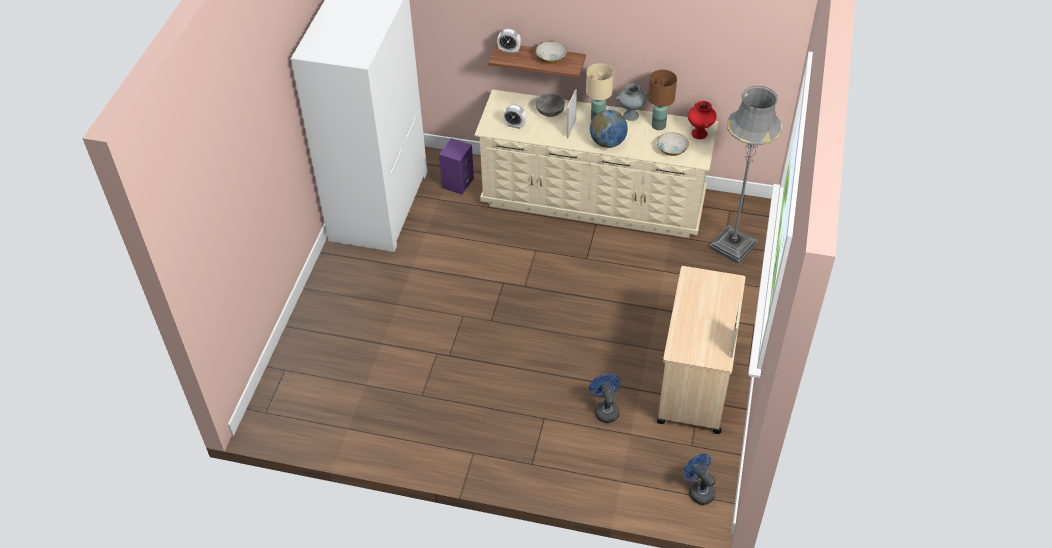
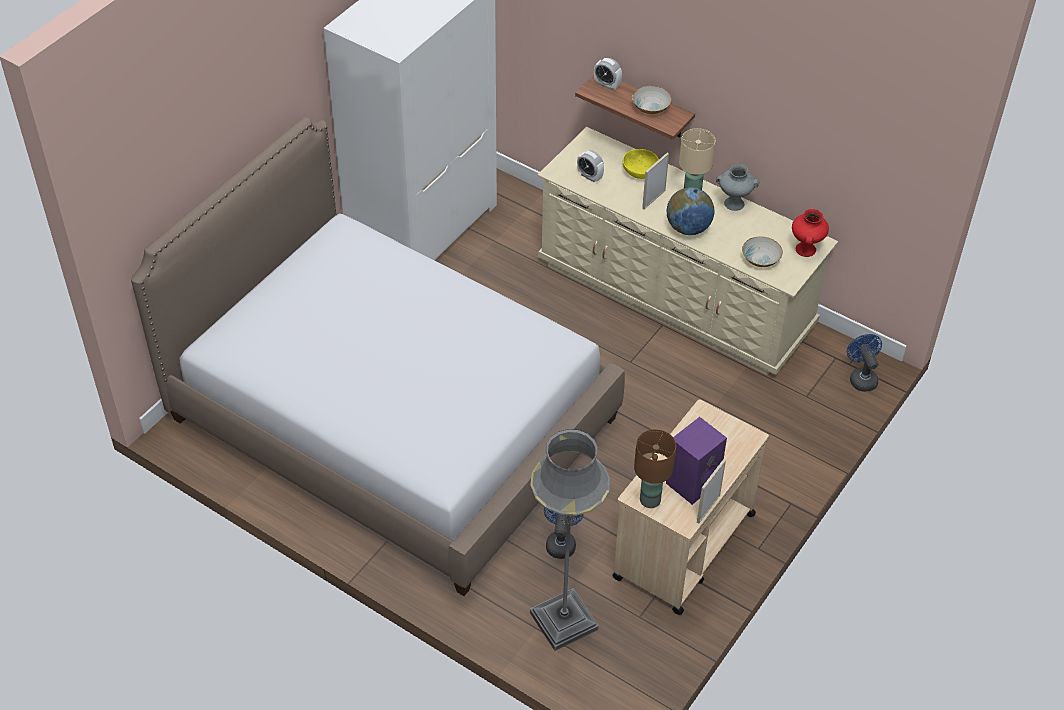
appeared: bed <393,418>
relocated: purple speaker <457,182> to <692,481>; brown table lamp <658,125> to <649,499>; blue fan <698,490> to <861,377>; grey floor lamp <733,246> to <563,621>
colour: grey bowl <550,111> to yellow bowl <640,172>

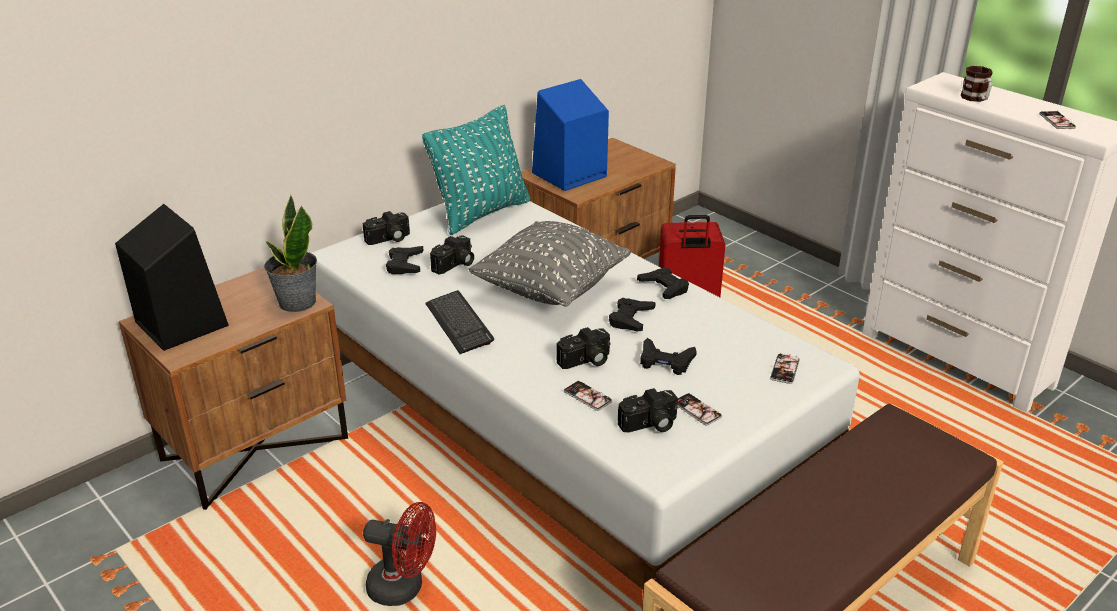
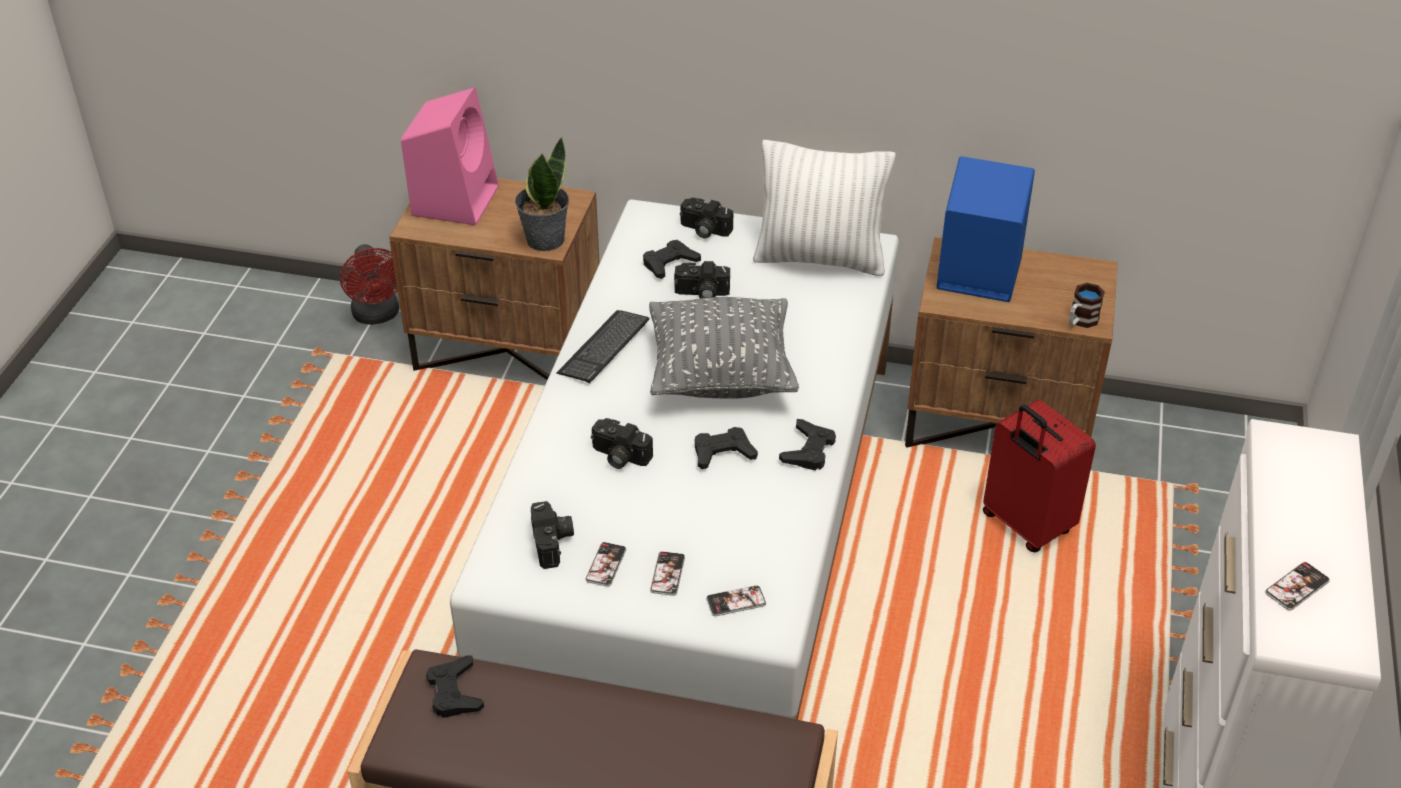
relocated: red fan <404,587> to <377,316>; phone <587,396> to <667,574>; black game controller <665,361> to <454,692>; mug <976,99> to <1080,321>
colour: black speaker <179,323> to pink speaker <455,199>; turquoise pillow <481,213> to white pillow <820,258>
spun: photo camera <650,425> = <554,543> 135 degrees counterclockwise

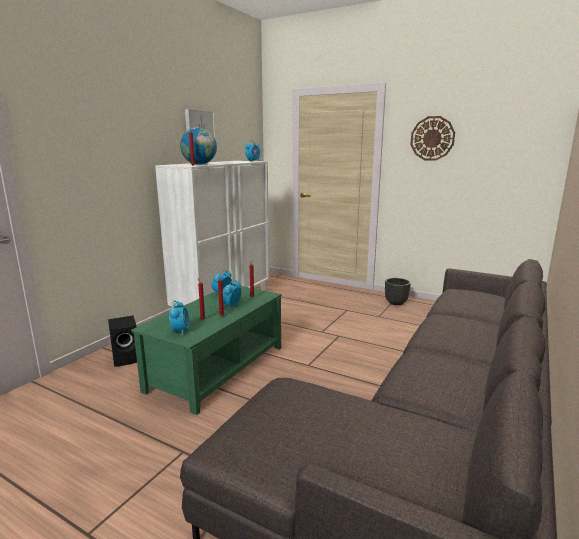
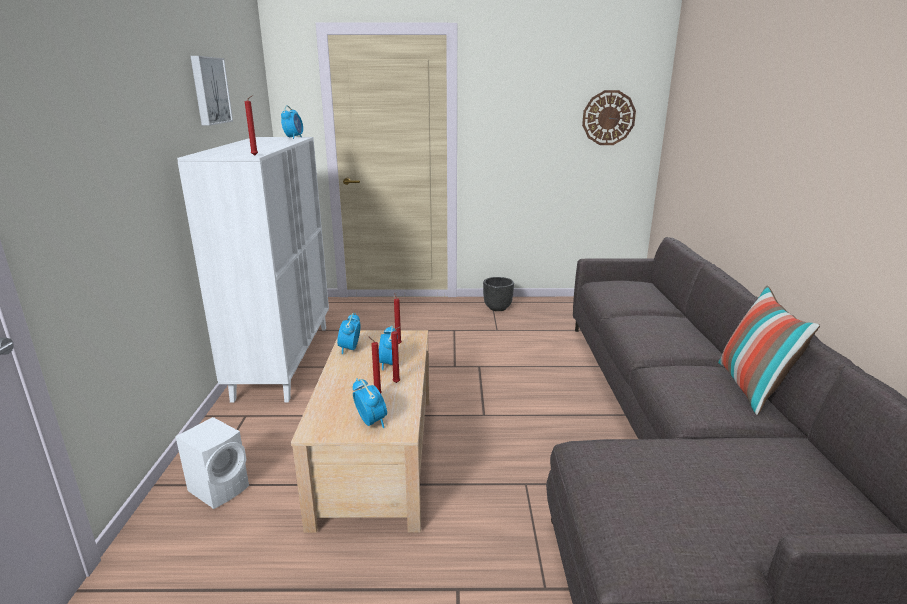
missing: globe <199,164>
appeared: pillow <752,388>
relocated: wall clock <432,138> to <608,118>
colour: black speaker <127,358> to white speaker <221,488>; green coffee table <218,368> to beige coffee table <378,457>

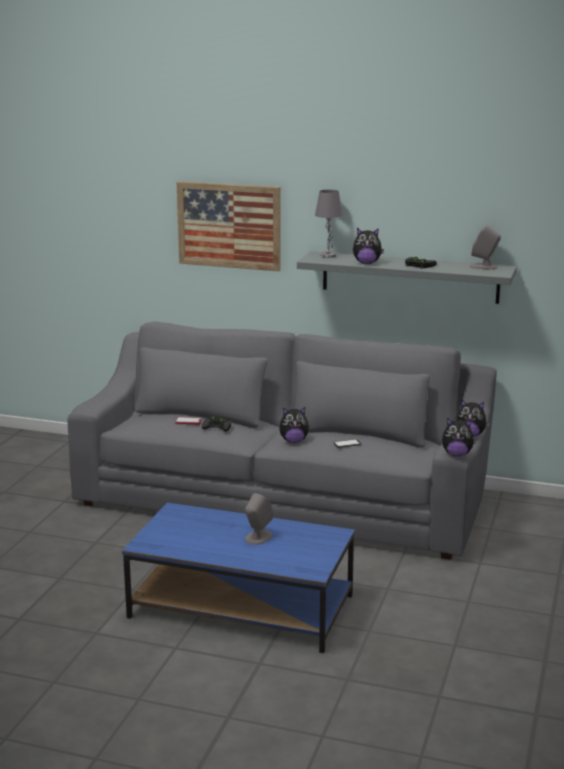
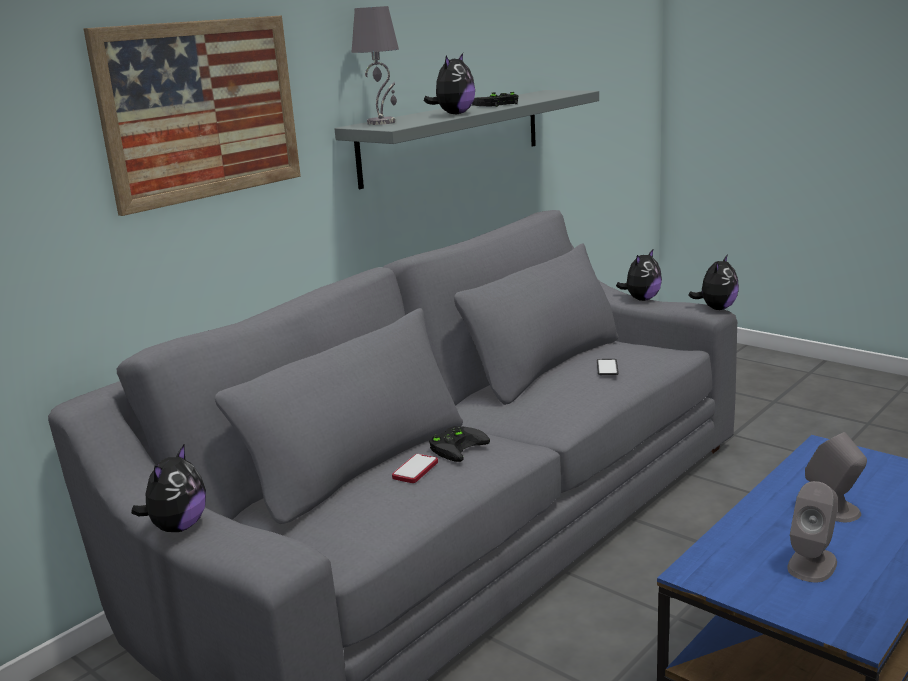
relocated: plush toy <293,441> to <178,527>; grey speaker <484,266> to <812,564>

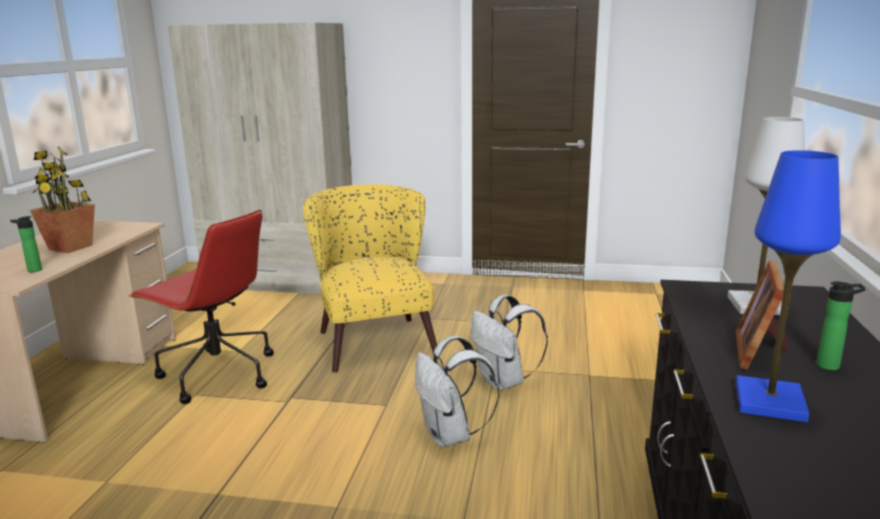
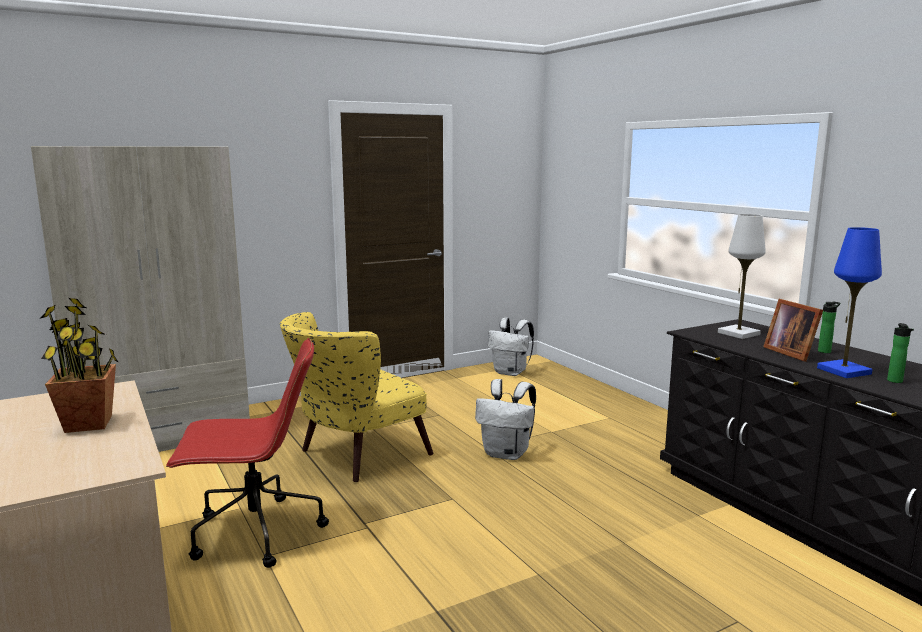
relocated: bottle <32,271> to <896,381>; white backpack <450,436> to <511,372>
spun: yellow armchair <373,338> = <354,456> 75 degrees counterclockwise

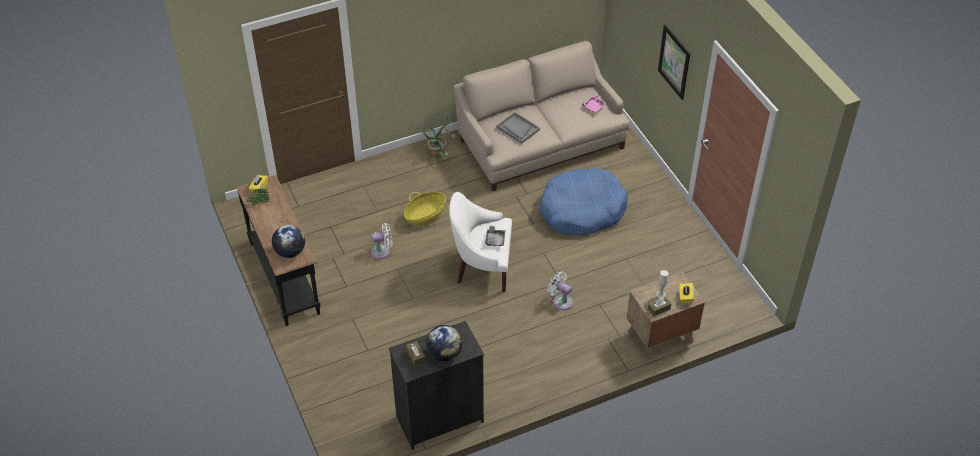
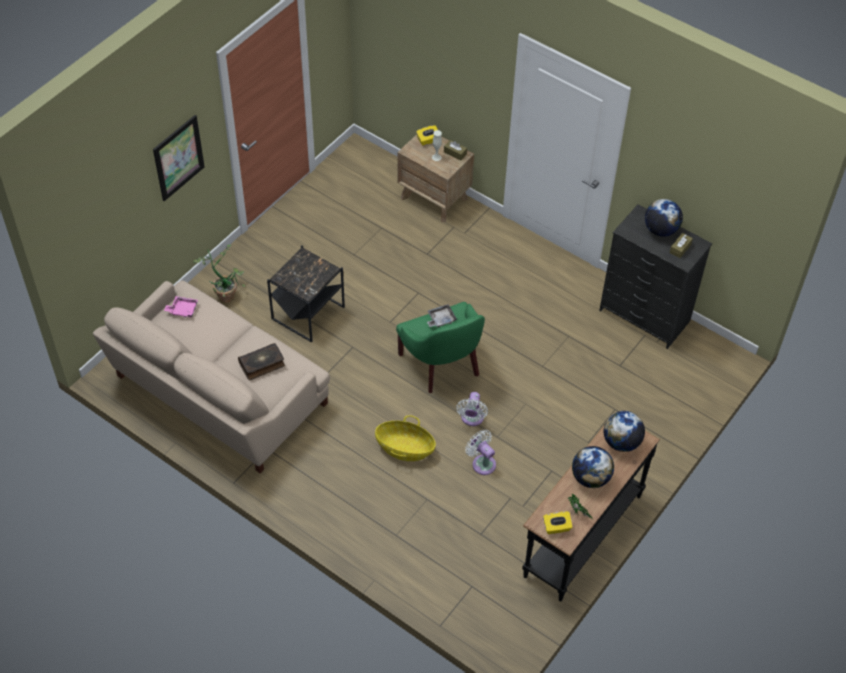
appeared: globe <590,478>
relocated: potted plant <441,154> to <226,293>; white fan <561,301> to <472,419>
exchanged: grey tray <518,128> to book <262,365>; blue dog bed <582,210> to black side table <307,313>
colour: white armchair <482,266> to green armchair <443,364>

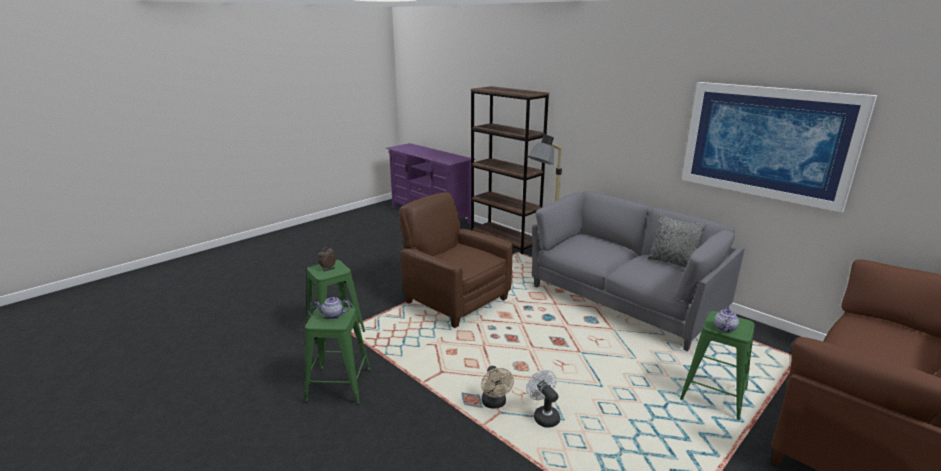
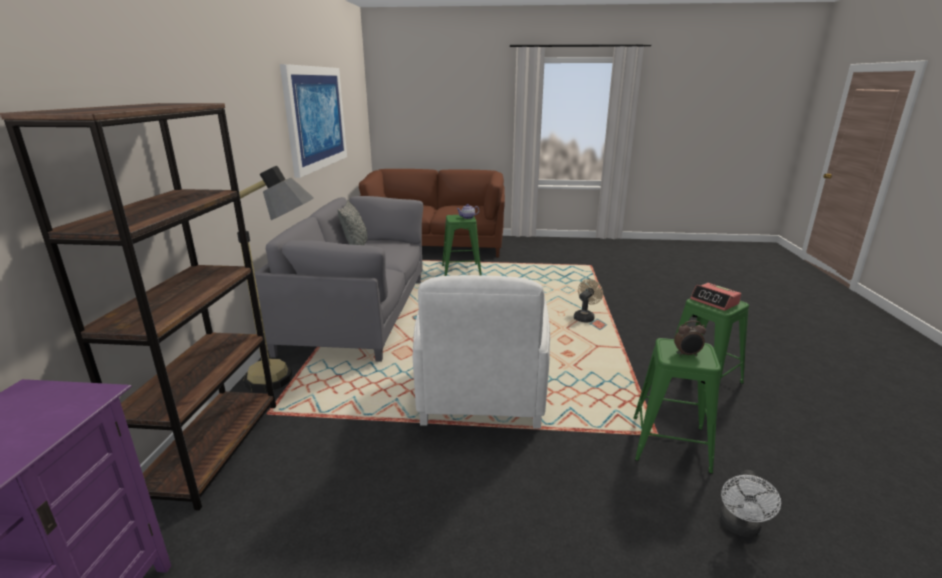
relocated: white fan <544,416> to <740,528>
exchanged: teapot <332,315> to alarm clock <714,302>
colour: brown armchair <455,300> to white armchair <481,396>

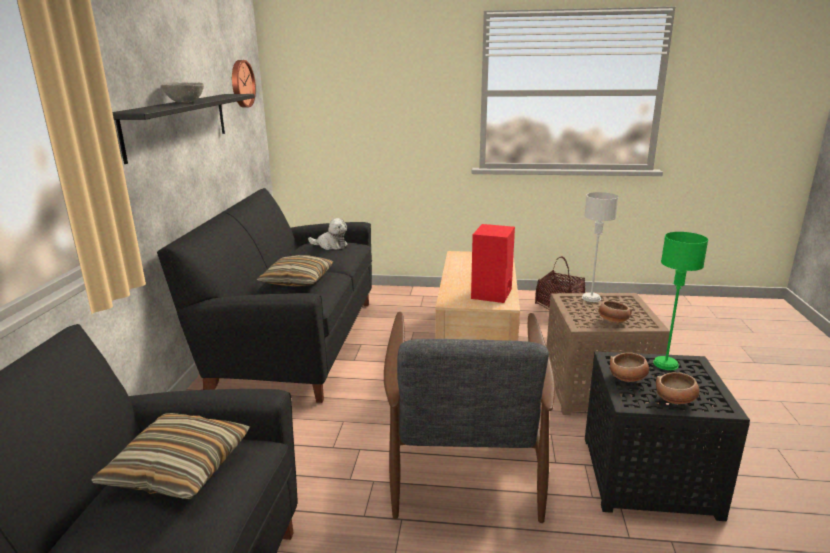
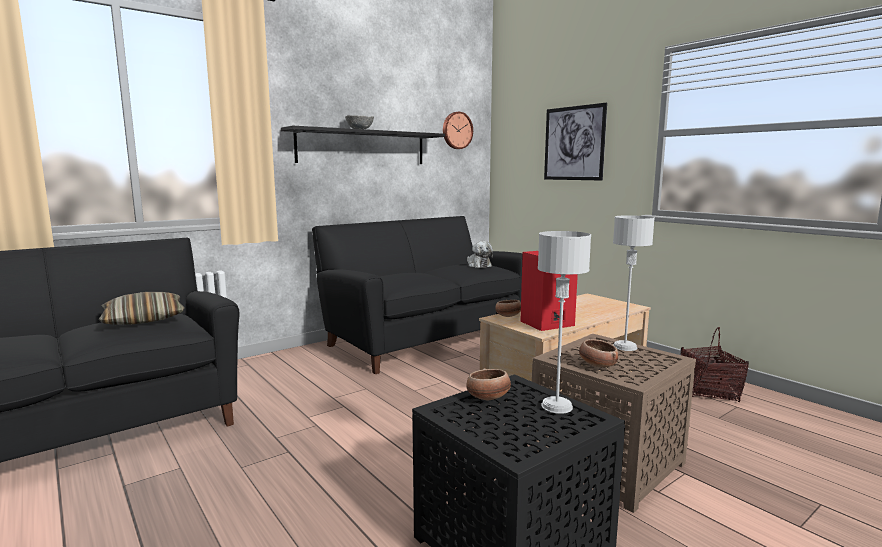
missing: pillow <297,280>; grey armchair <464,462>
appeared: picture <574,143>
relocated: bowl <676,400> to <508,316>
colour: green table lamp <666,364> to grey table lamp <557,406>

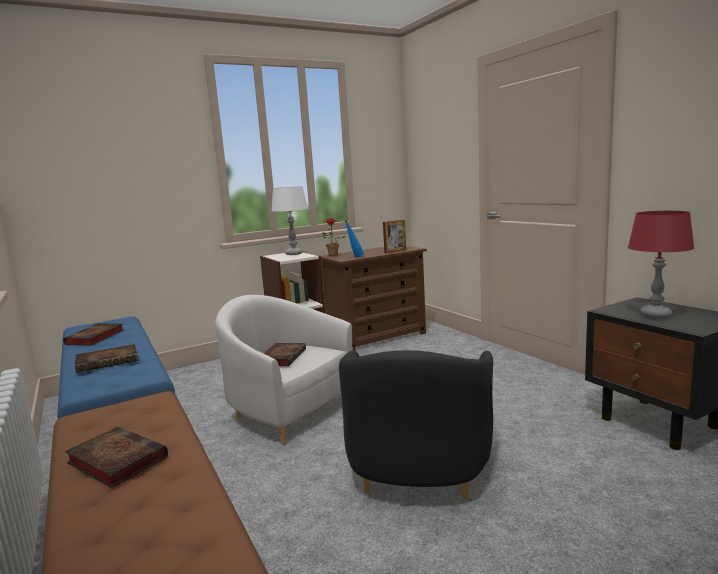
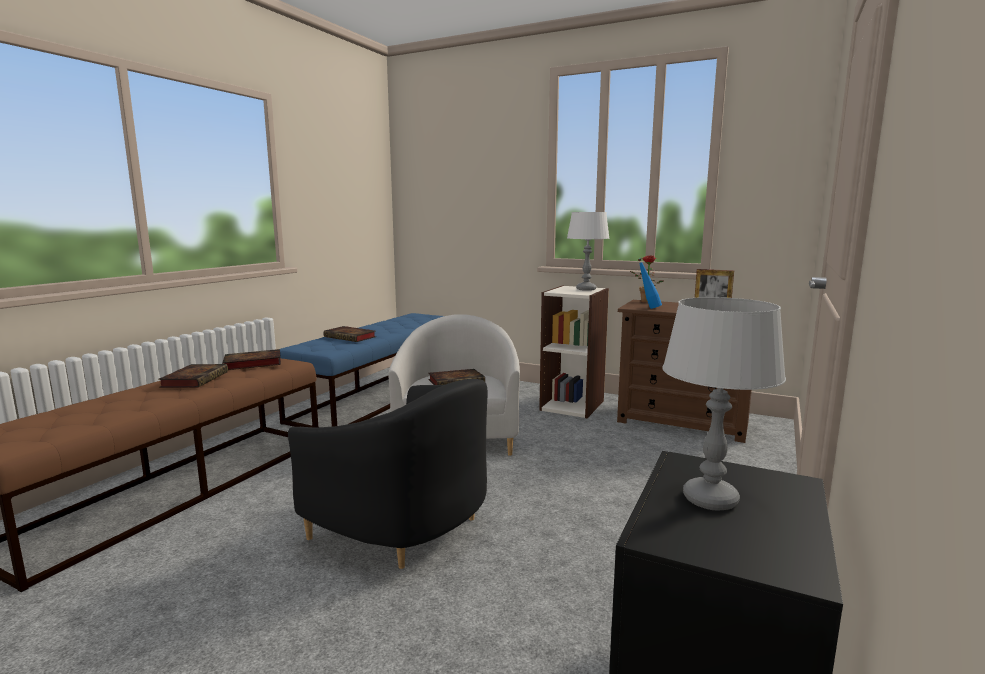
relocated: book <95,338> to <251,364>
colour: red table lamp <655,314> to grey table lamp <709,499>
spun: black armchair <418,468> = <405,525> 120 degrees counterclockwise

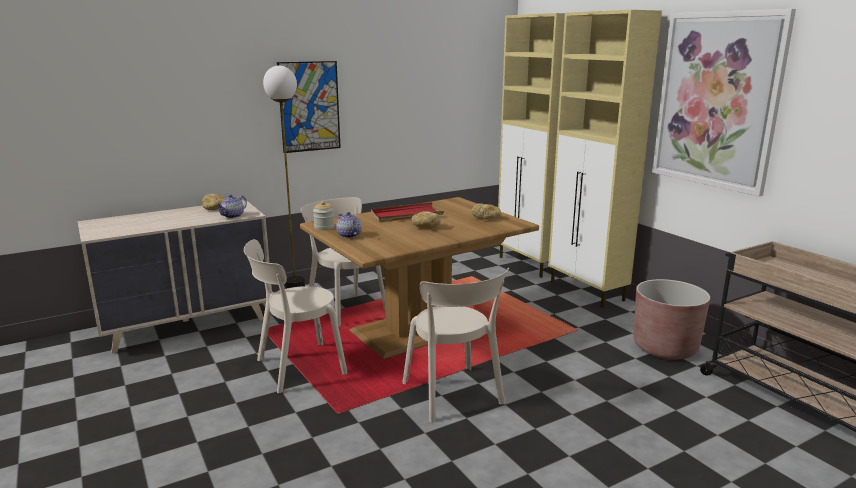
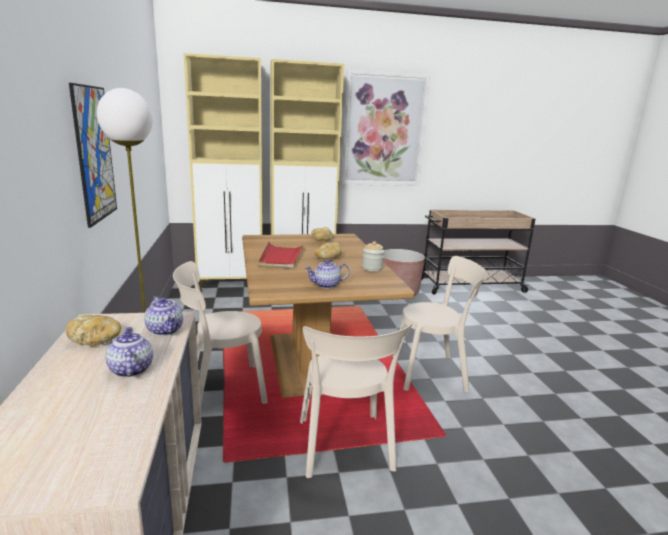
appeared: teapot <130,369>
relocated: jar <324,227> to <372,268>

